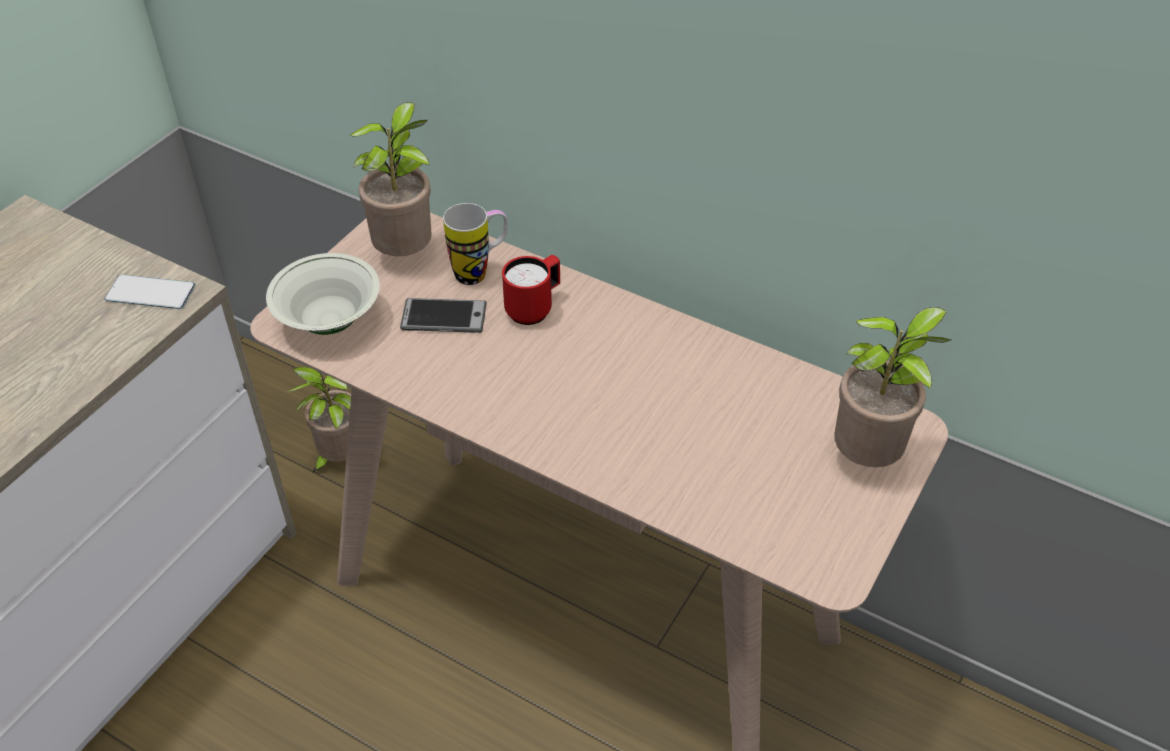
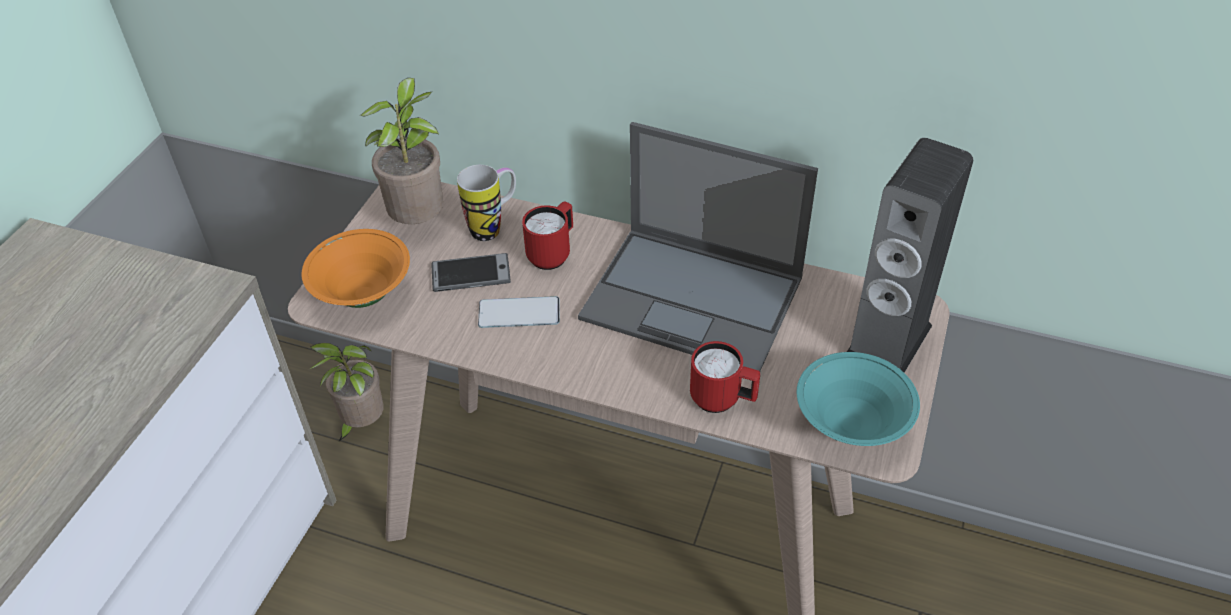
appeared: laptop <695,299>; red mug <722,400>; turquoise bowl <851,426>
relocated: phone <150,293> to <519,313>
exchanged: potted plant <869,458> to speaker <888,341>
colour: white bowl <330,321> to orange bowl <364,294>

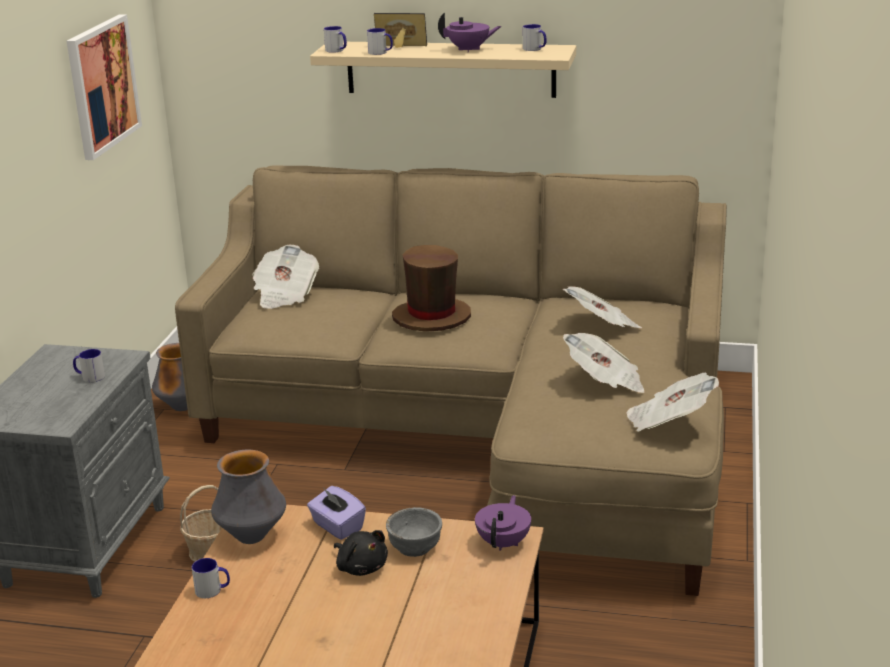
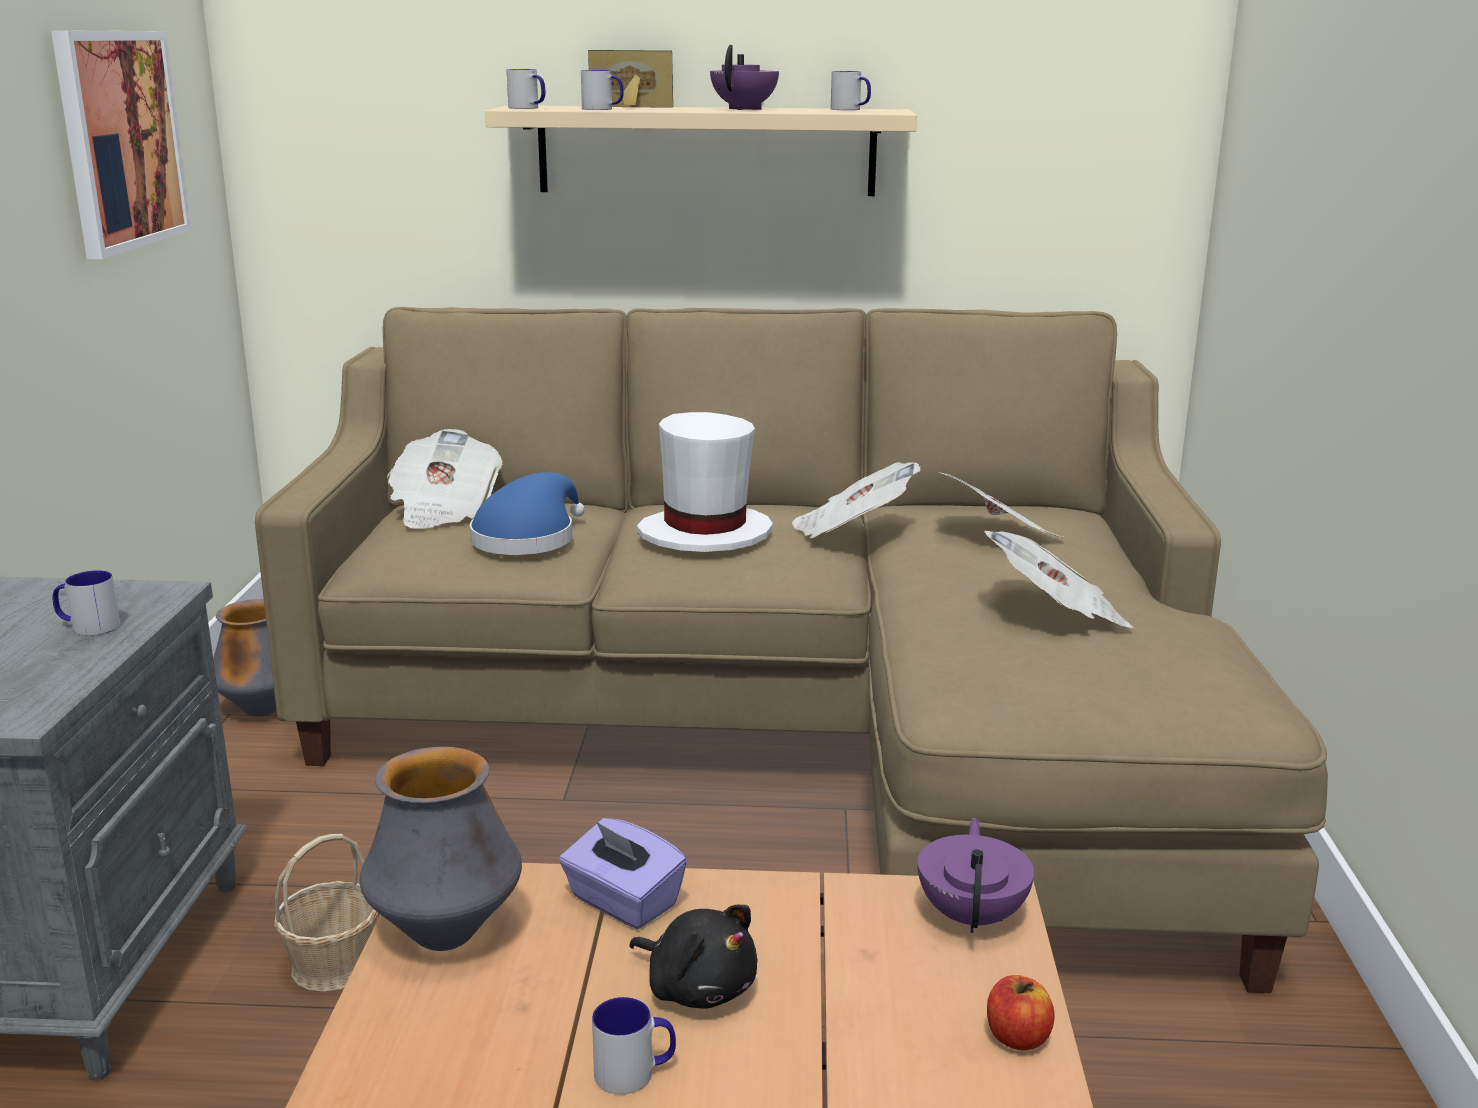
missing: grey bowl <415,547>
appeared: blue hat <528,538>; apple <1017,1037>
relocated: mug <213,590> to <635,1072>; newspaper <669,422> to <851,531>
colour: brown hat <431,317> to white hat <704,534>
spun: purple teapot <469,49> = <745,109> 60 degrees counterclockwise

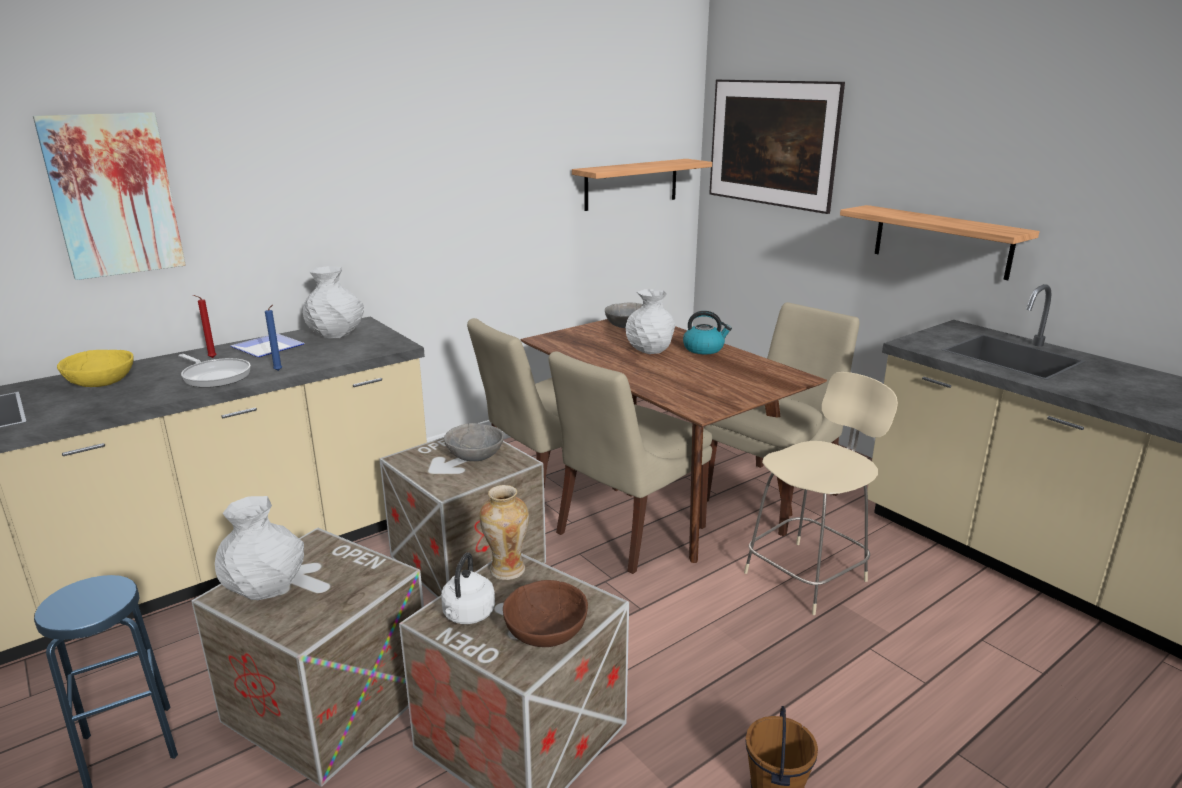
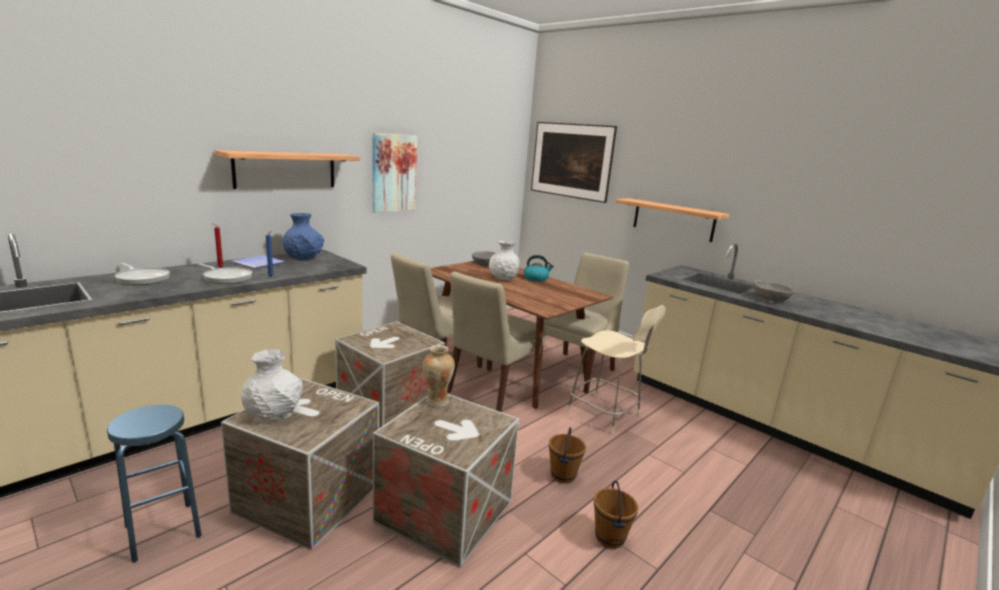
missing: white kettle <467,615>; brown bowl <547,632>
appeared: brown bucket <562,475>
relocated: picture <113,195> to <393,173>; grey bowl <475,455> to <769,299>; shelf <631,184> to <285,170>
exchanged: yellow bowl <101,382> to frying pan <142,278>
colour: white vase <337,334> to blue vase <304,258>
spun: beige chair <808,575> = <605,414> 90 degrees clockwise

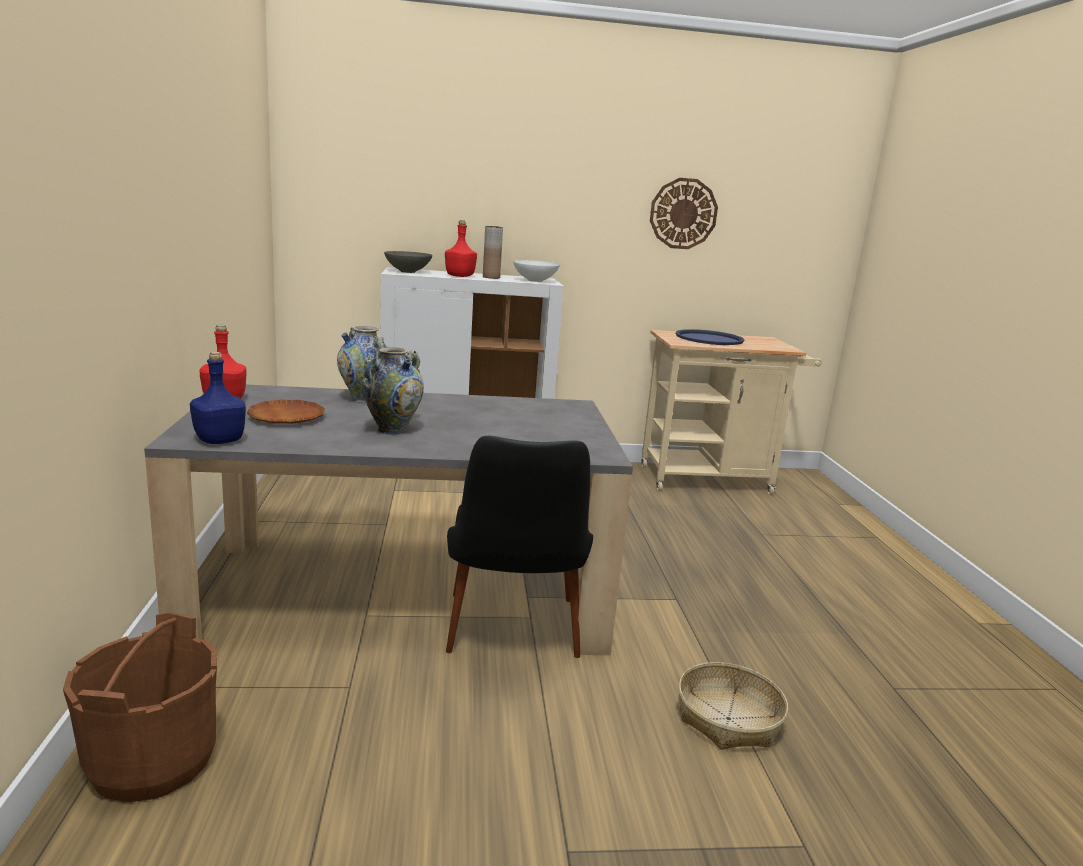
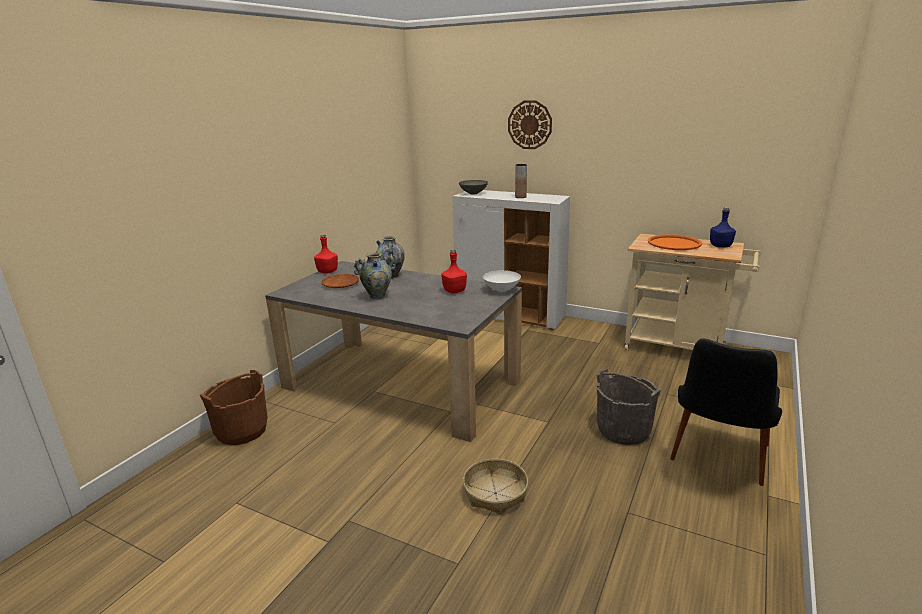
appeared: grey bucket <623,430>
relocated: blue bottle <220,440> to <720,246>; red bottle <460,276> to <455,291>; black chair <513,639> to <717,462>; white bowl <535,281> to <502,289>; wall clock <683,213> to <529,125>
colour: blue tray <709,339> to orange tray <674,243>

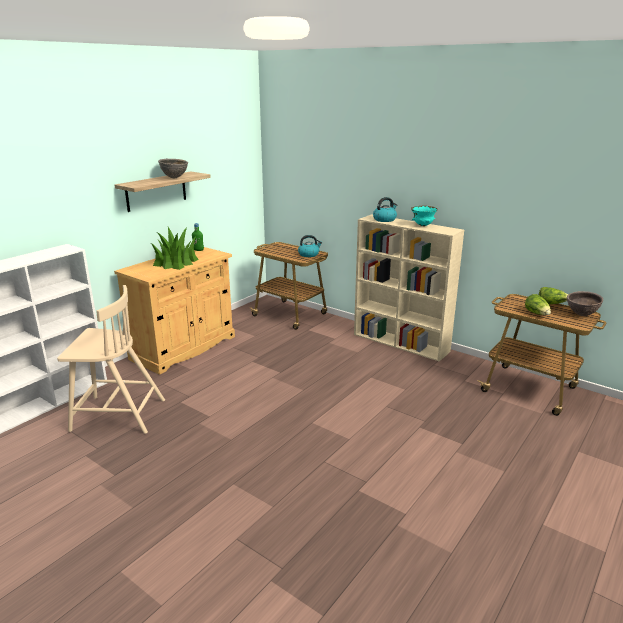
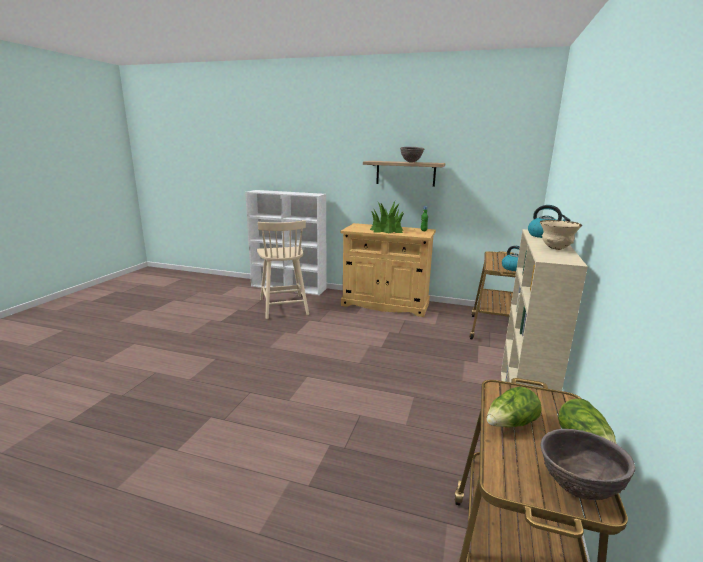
colour: turquoise bowl <423,225> to beige bowl <556,248>

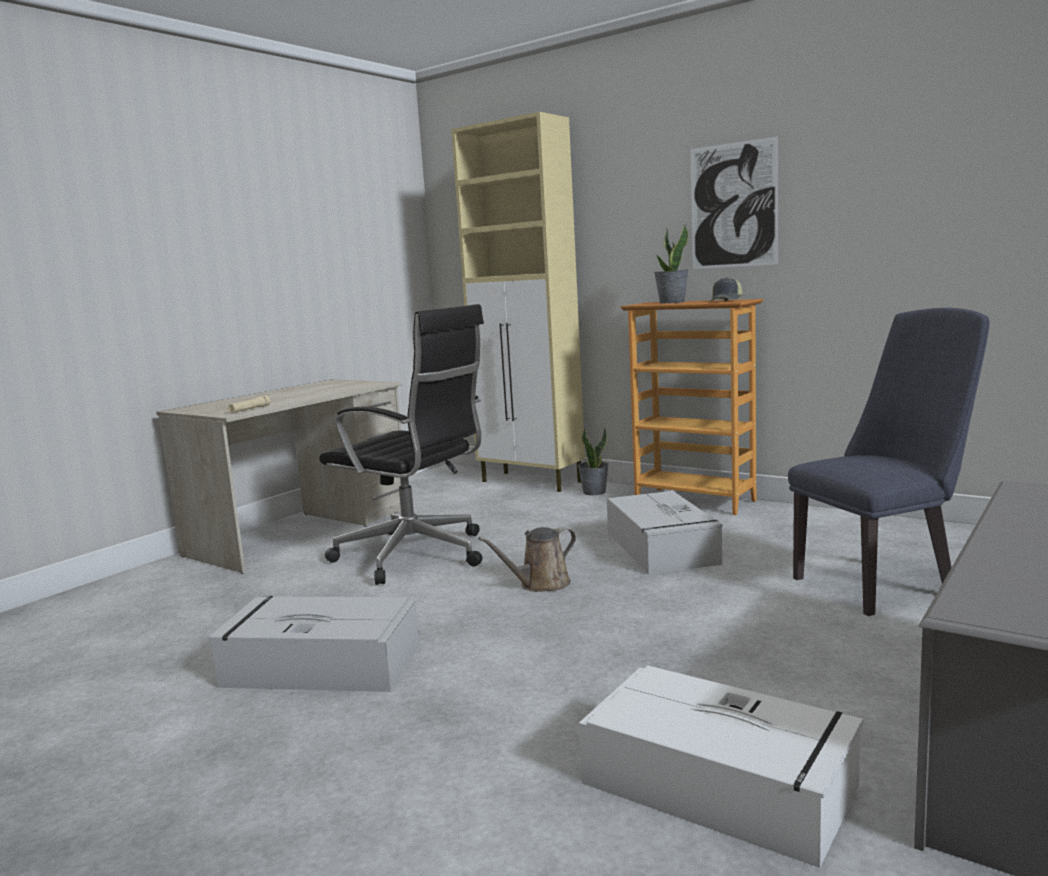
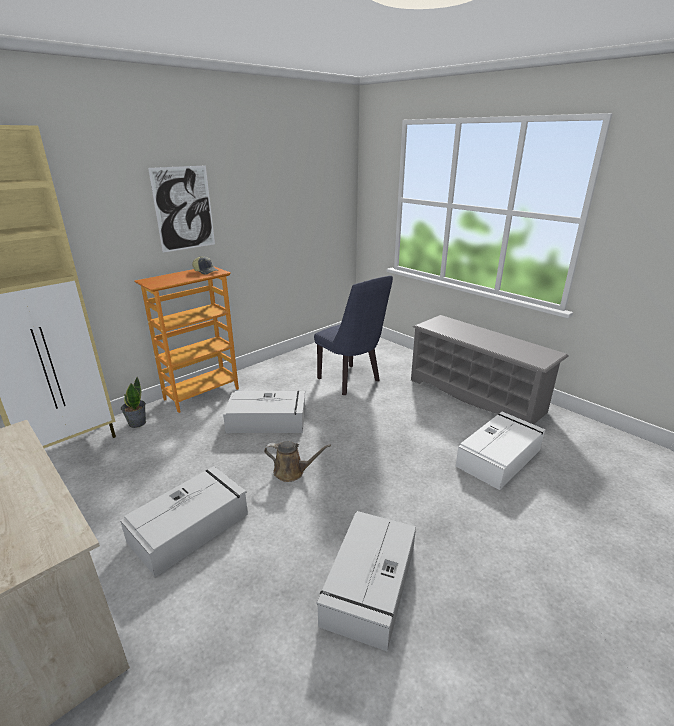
missing: beige flashlight <249,409>; potted plant <672,302>
exchanged: black office chair <416,556> to grey storage box <191,526>
spun: brown watering can <540,584> = <292,472> 60 degrees counterclockwise; blue chair <882,584> = <352,381> 150 degrees clockwise

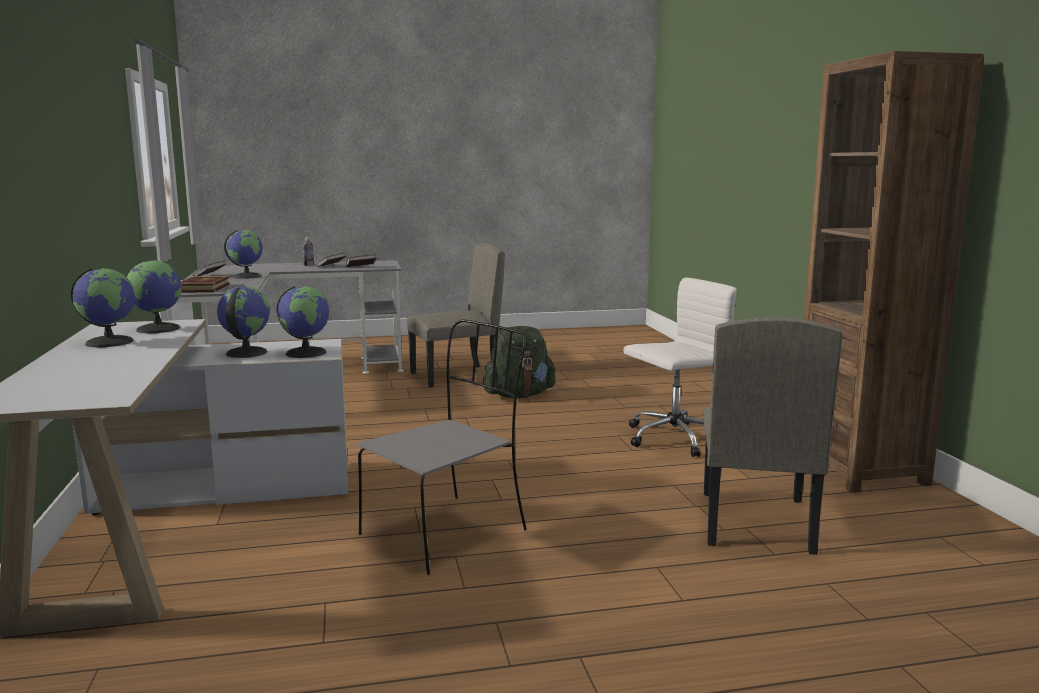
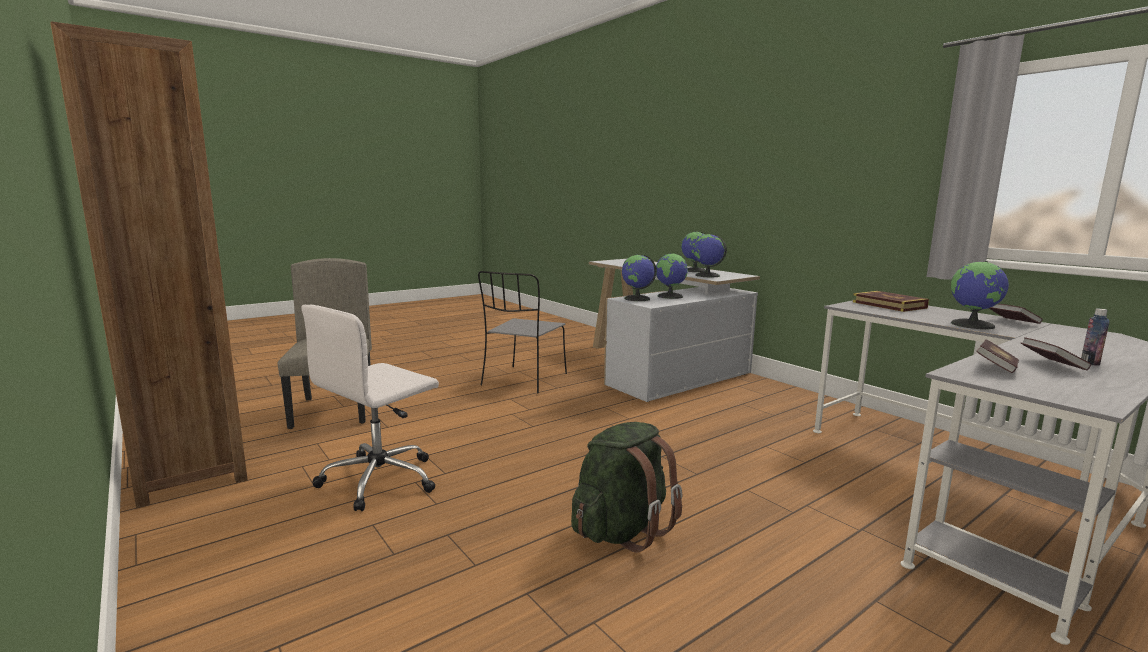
missing: beige chair <455,376>

